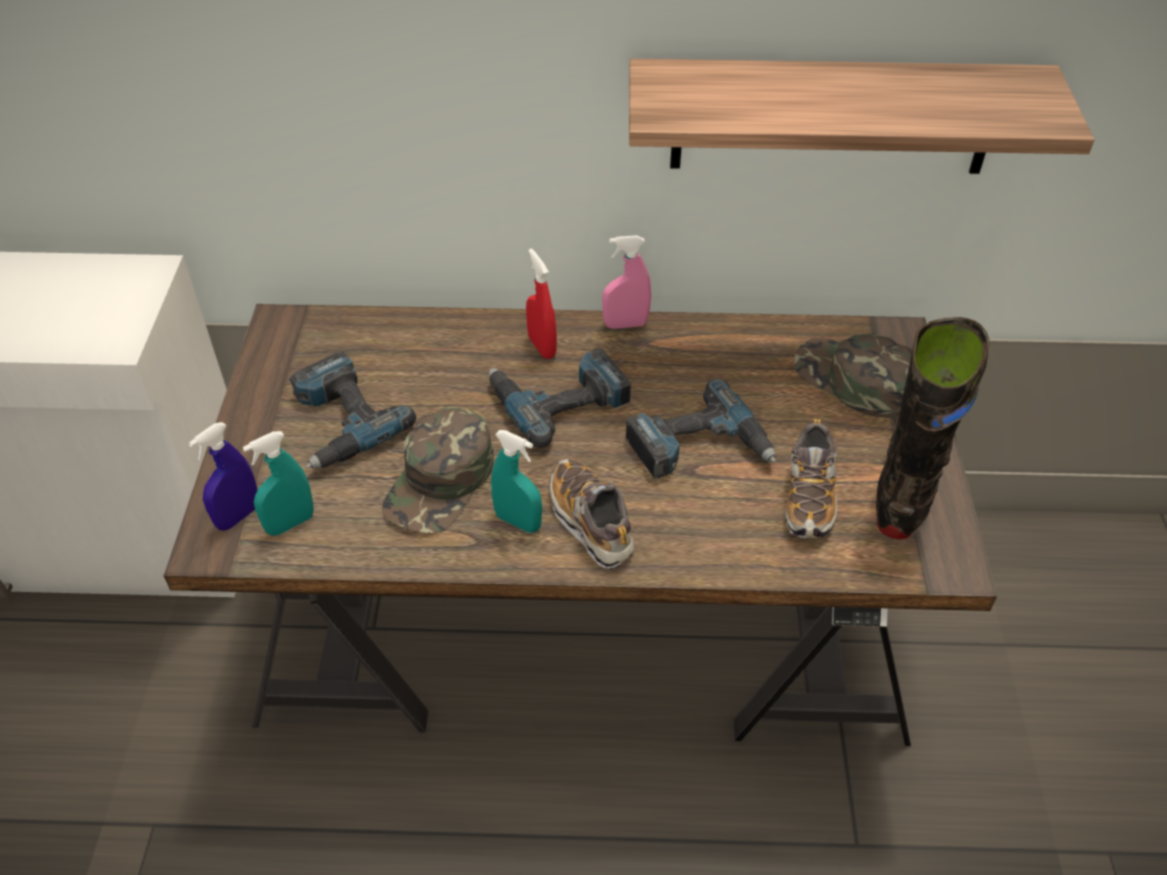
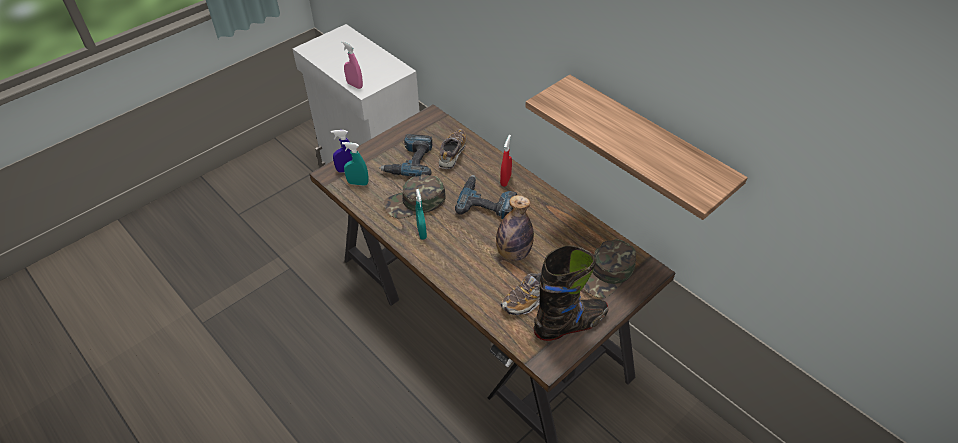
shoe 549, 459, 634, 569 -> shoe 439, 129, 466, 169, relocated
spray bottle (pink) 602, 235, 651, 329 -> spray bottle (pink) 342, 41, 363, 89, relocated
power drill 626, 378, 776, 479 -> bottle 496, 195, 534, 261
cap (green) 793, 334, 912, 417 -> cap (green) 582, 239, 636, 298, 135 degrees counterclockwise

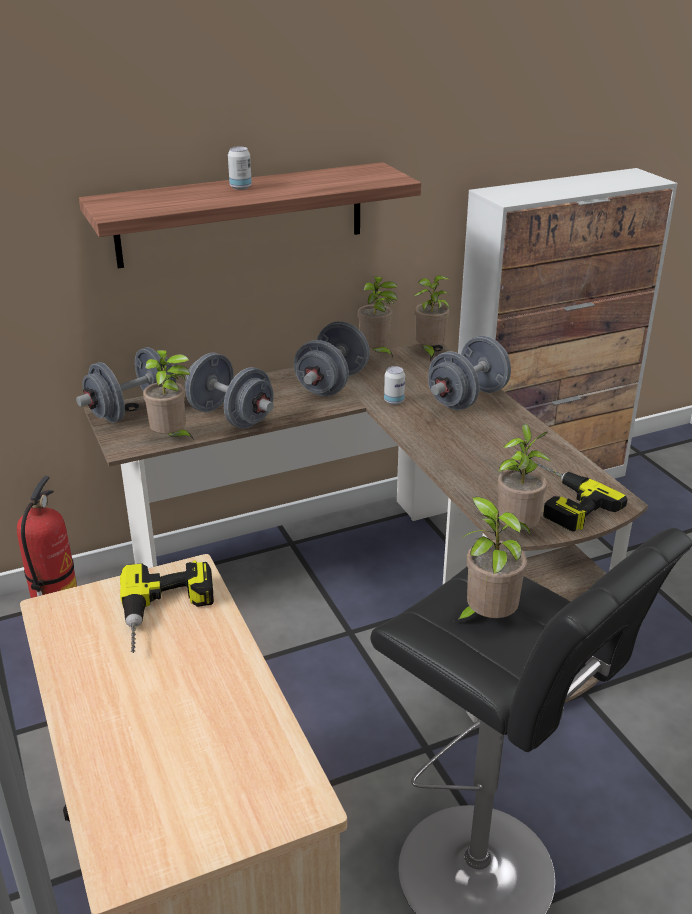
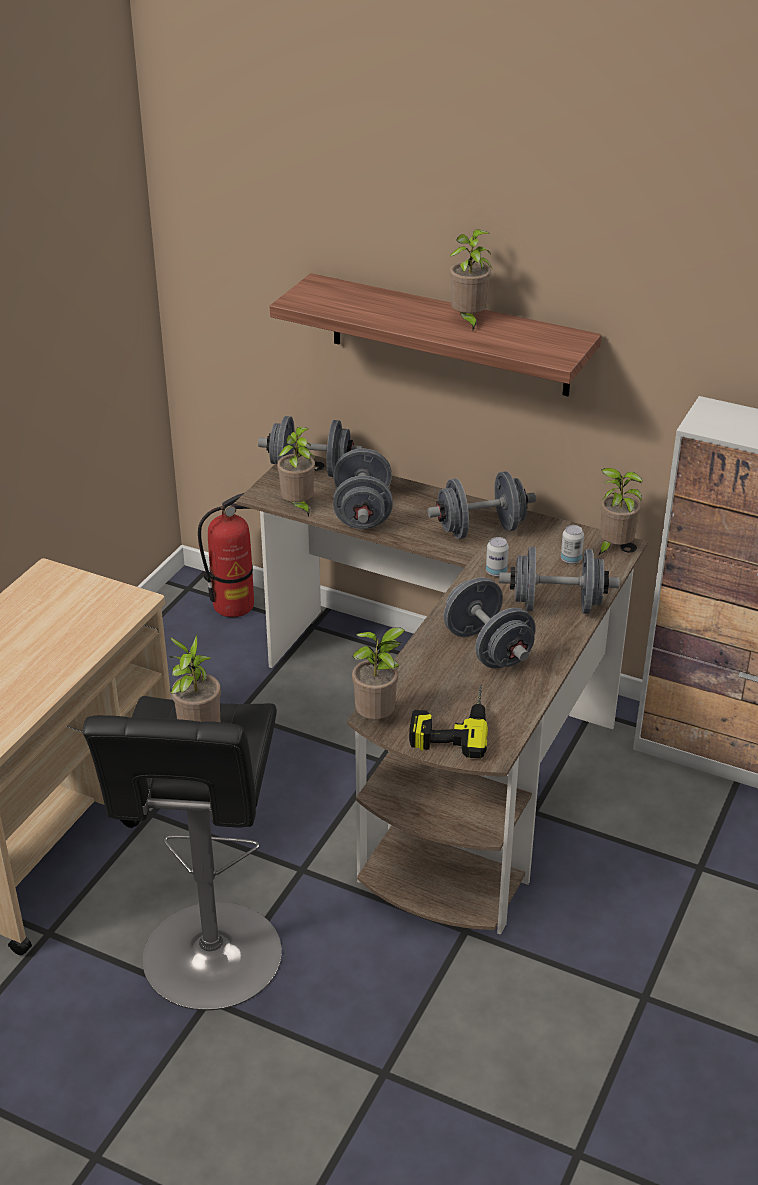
power drill 120, 560, 214, 653 -> none
none -> dumbbell (grey) 444, 577, 536, 669
can 228, 147, 252, 190 -> can 561, 525, 584, 564, relocated
potted plant 358, 276, 397, 359 -> potted plant 450, 229, 492, 330, relocated

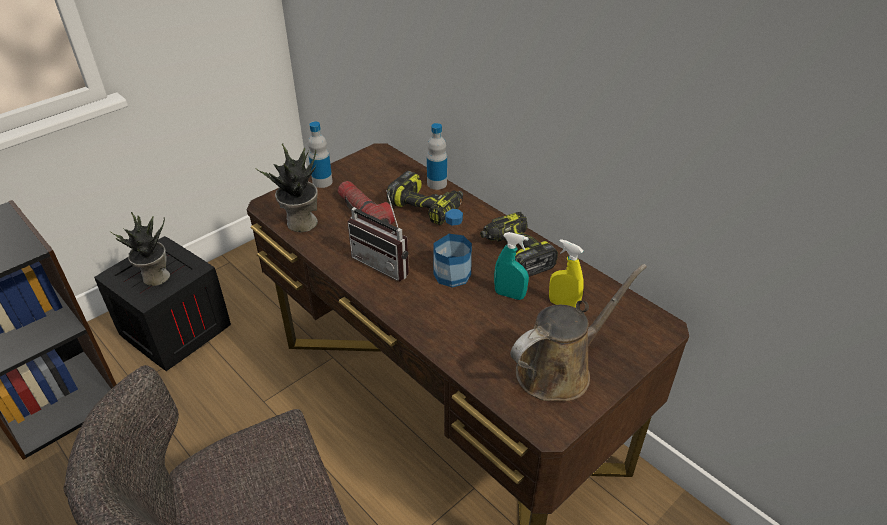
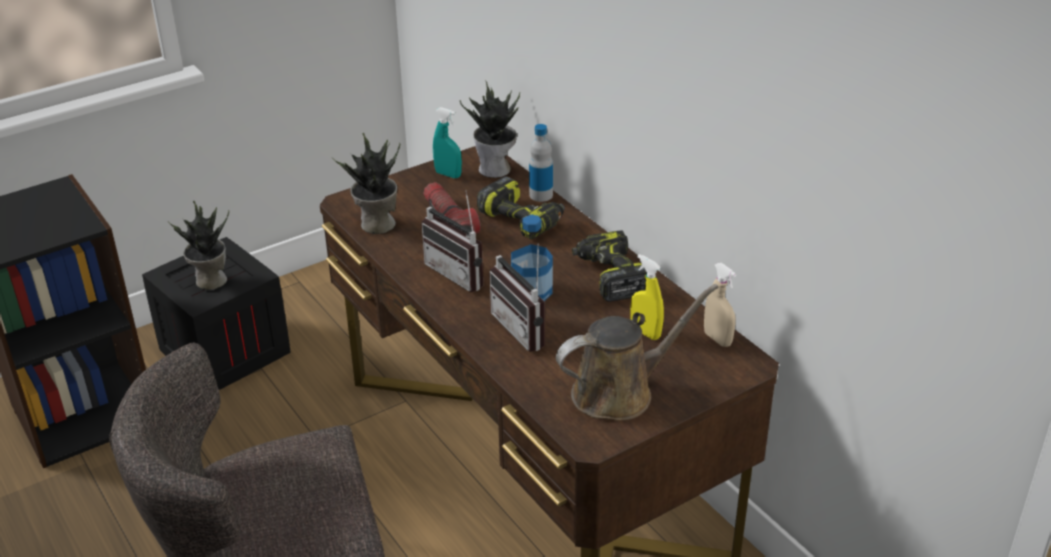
bottle 308, 121, 333, 188 -> none
none -> potted plant 460, 81, 520, 178
none -> radio 489, 244, 545, 352
none -> spray bottle (beige) 704, 263, 736, 347
spray bottle (turquoise) 494, 232, 529, 300 -> spray bottle (turquoise) 433, 107, 462, 178, relocated

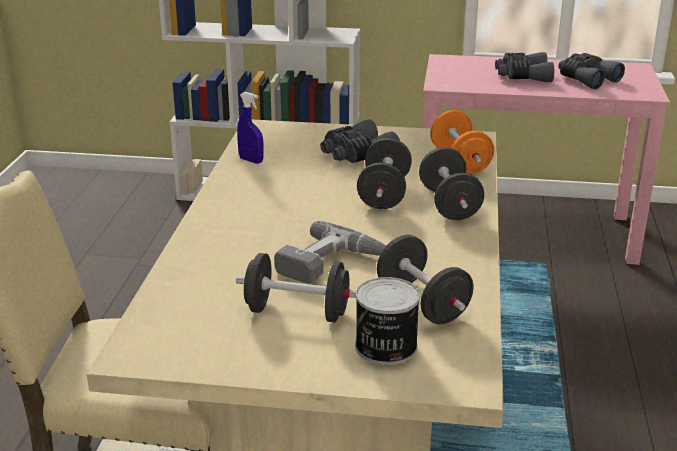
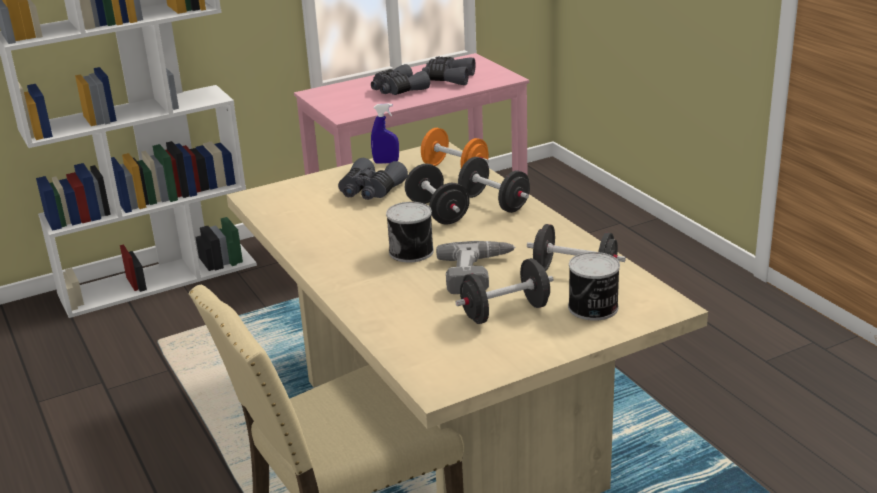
none -> can 386, 202, 434, 262
spray bottle (blue) 237, 92, 264, 164 -> spray bottle (blue) 371, 103, 399, 164, relocated

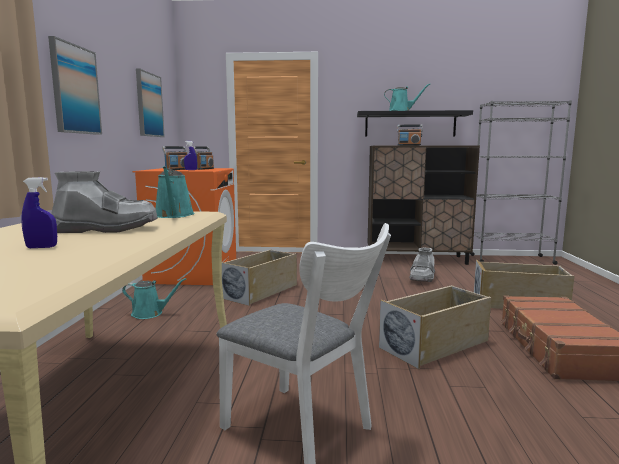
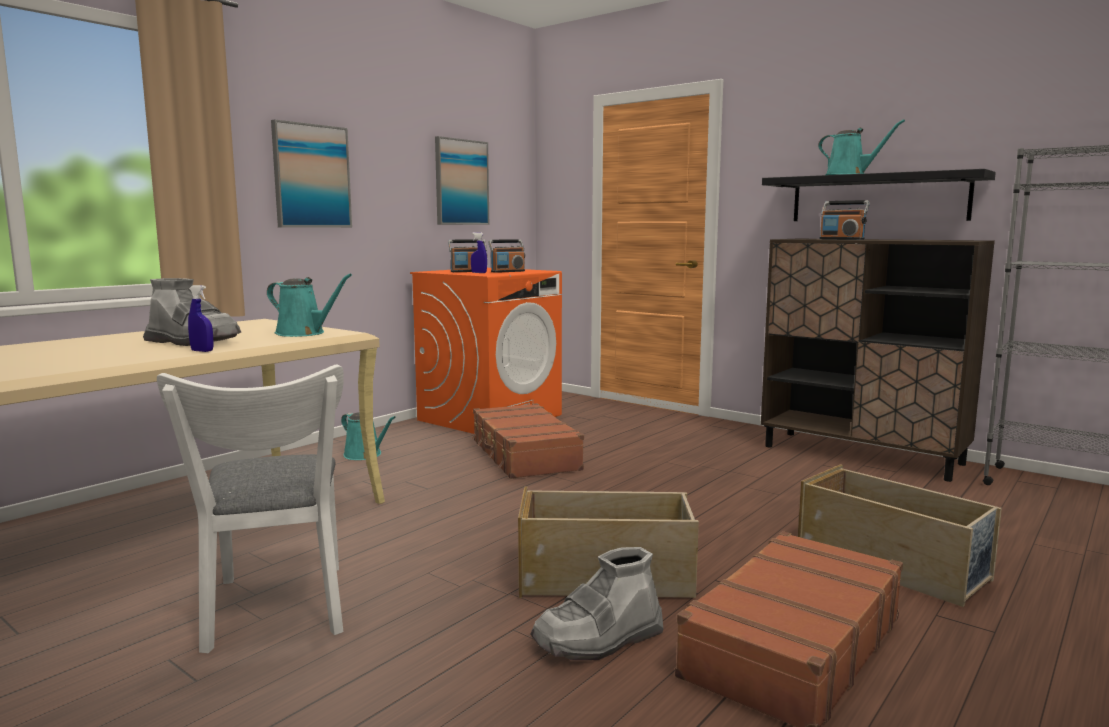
spray bottle (blue) 21, 177, 57, 248 -> spray bottle (blue) 188, 285, 214, 352, relocated
boot (grey) 409, 247, 435, 282 -> boot (grey) 530, 547, 663, 660, relocated
storage box (beige) 222, 250, 297, 306 -> suitcase (brown) 471, 403, 584, 479
watering can (turquoise) 156, 166, 195, 218 -> watering can (turquoise) 267, 274, 352, 337, 90 degrees counterclockwise

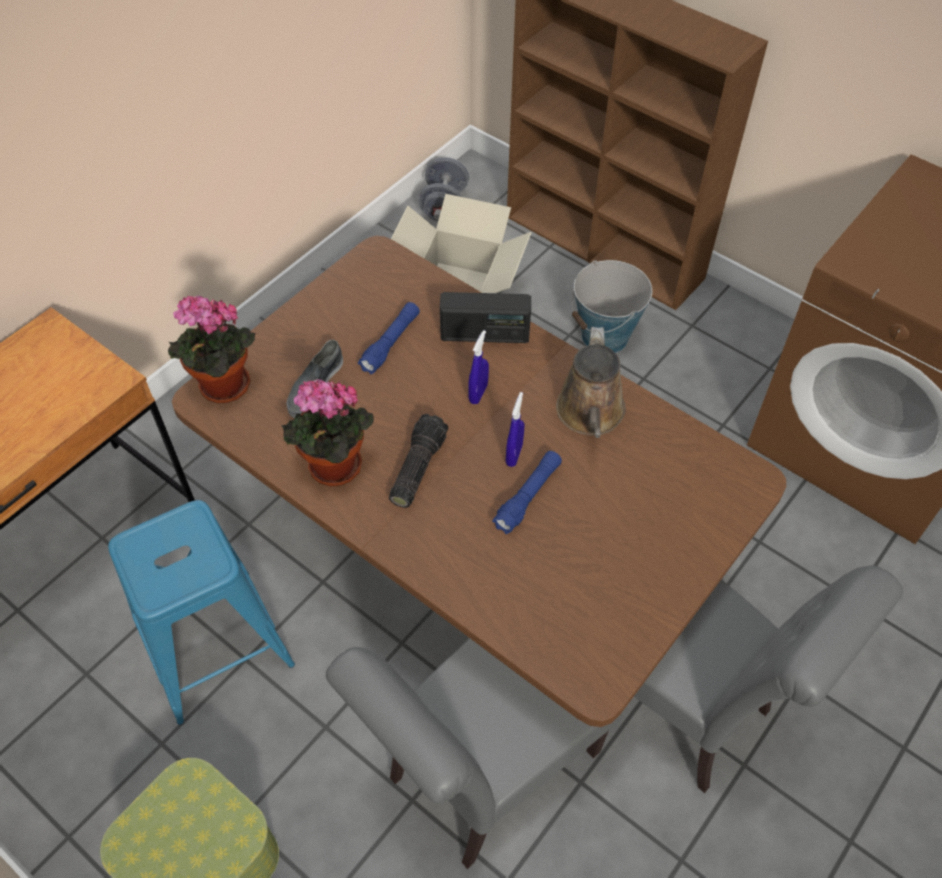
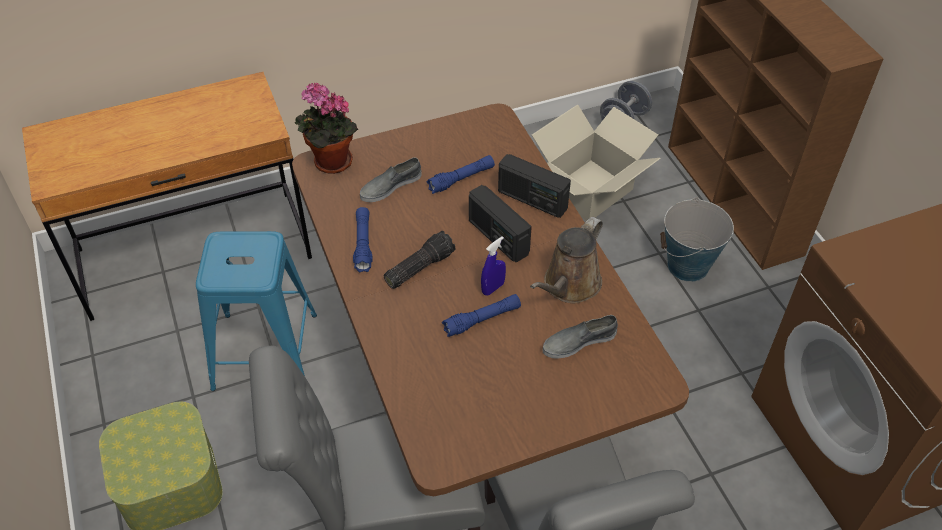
none -> shoe (grey) 542, 315, 618, 359
potted plant 281, 379, 374, 487 -> flashlight (blue) 353, 207, 372, 273
spray bottle (blue) 468, 330, 489, 404 -> radio 469, 185, 532, 263

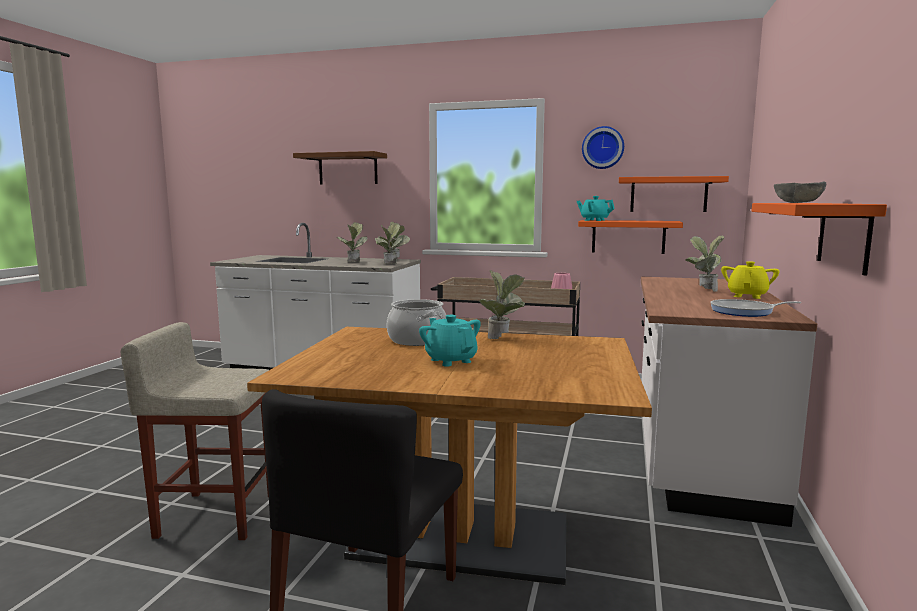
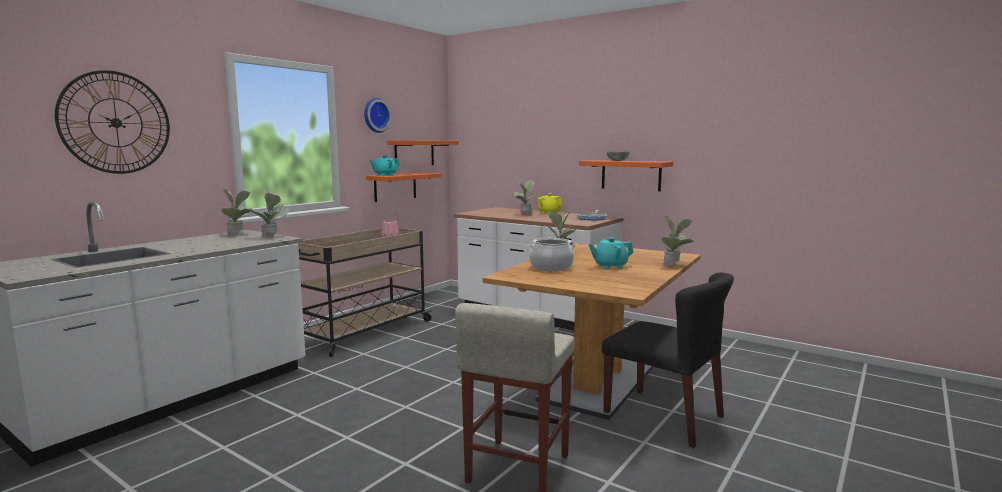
potted plant 337, 222, 368, 262 -> potted plant 661, 216, 694, 266, relocated
shelf (brown) 293, 151, 387, 184 -> wall clock 55, 70, 170, 174

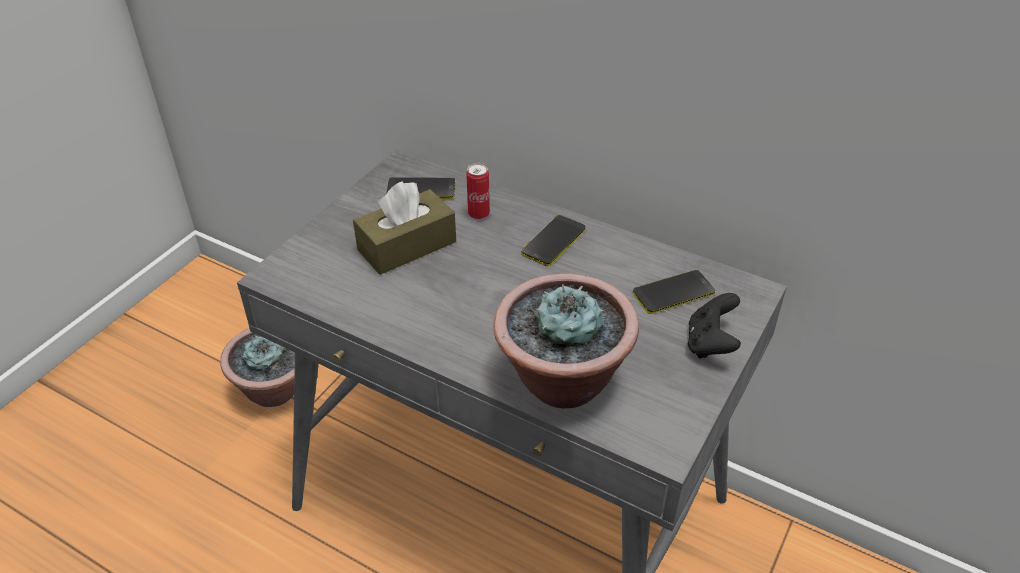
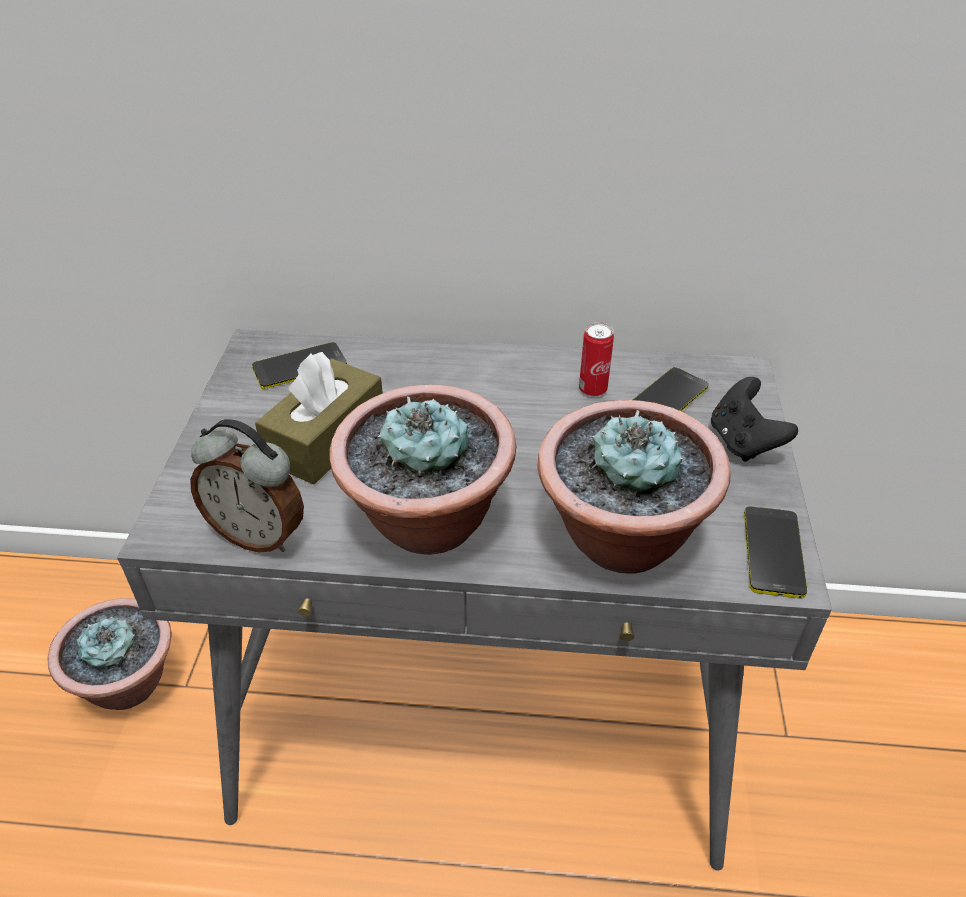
none -> alarm clock 190, 419, 304, 553
none -> potted plant 329, 384, 517, 555
can 466, 163, 490, 219 -> can 579, 322, 614, 397, relocated
phone 521, 215, 586, 266 -> phone 744, 506, 807, 598, relocated

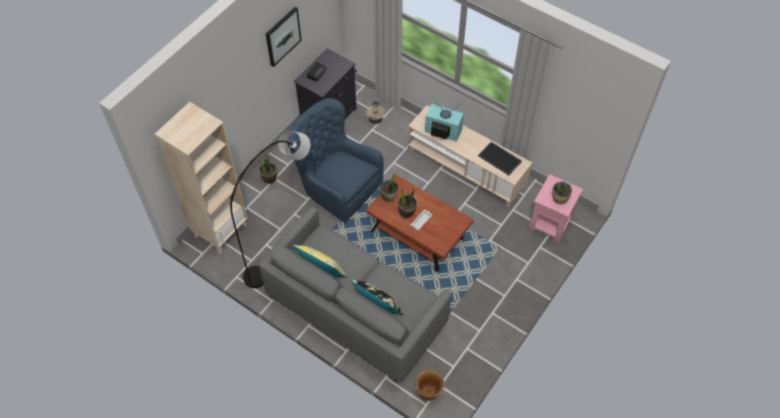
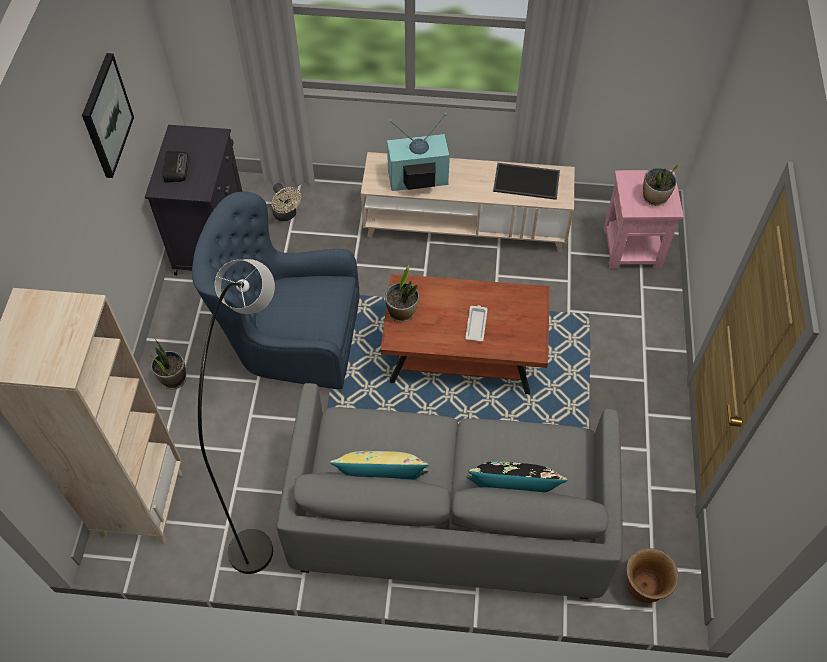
potted plant 398, 188, 417, 218 -> none

